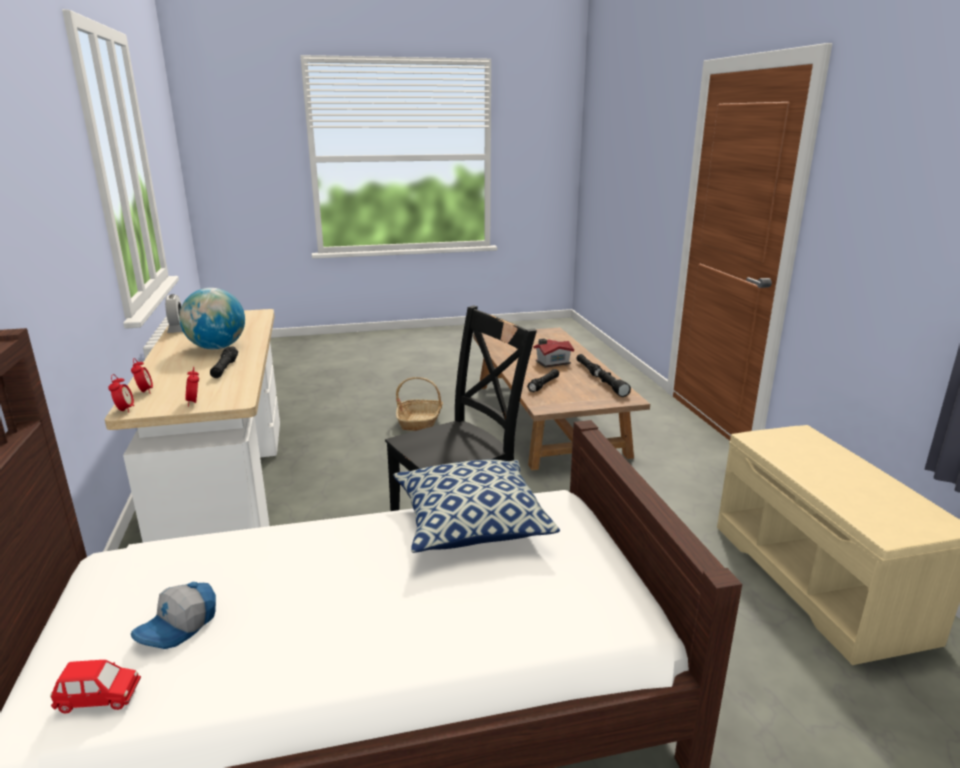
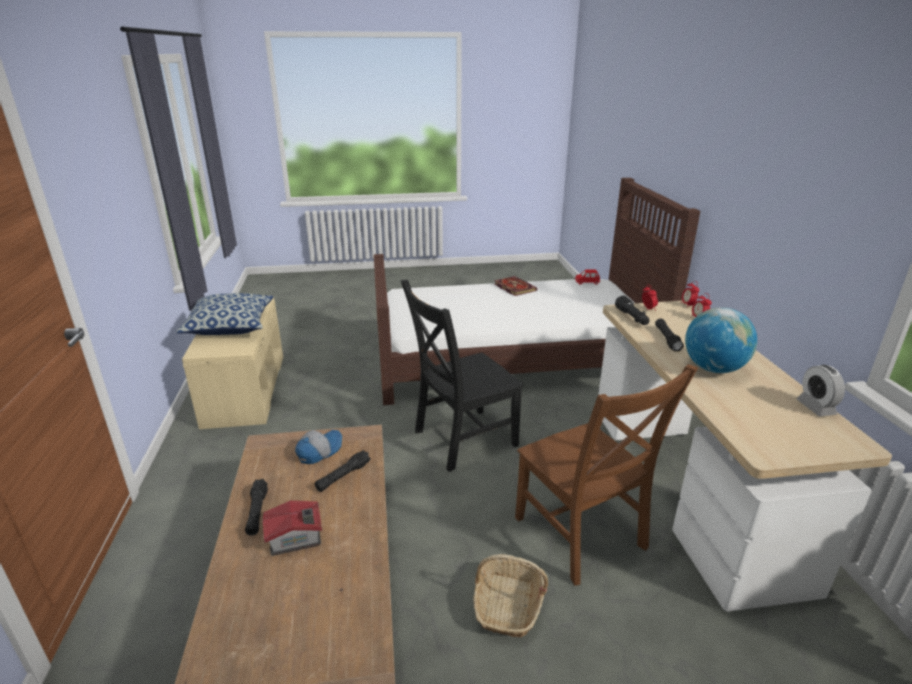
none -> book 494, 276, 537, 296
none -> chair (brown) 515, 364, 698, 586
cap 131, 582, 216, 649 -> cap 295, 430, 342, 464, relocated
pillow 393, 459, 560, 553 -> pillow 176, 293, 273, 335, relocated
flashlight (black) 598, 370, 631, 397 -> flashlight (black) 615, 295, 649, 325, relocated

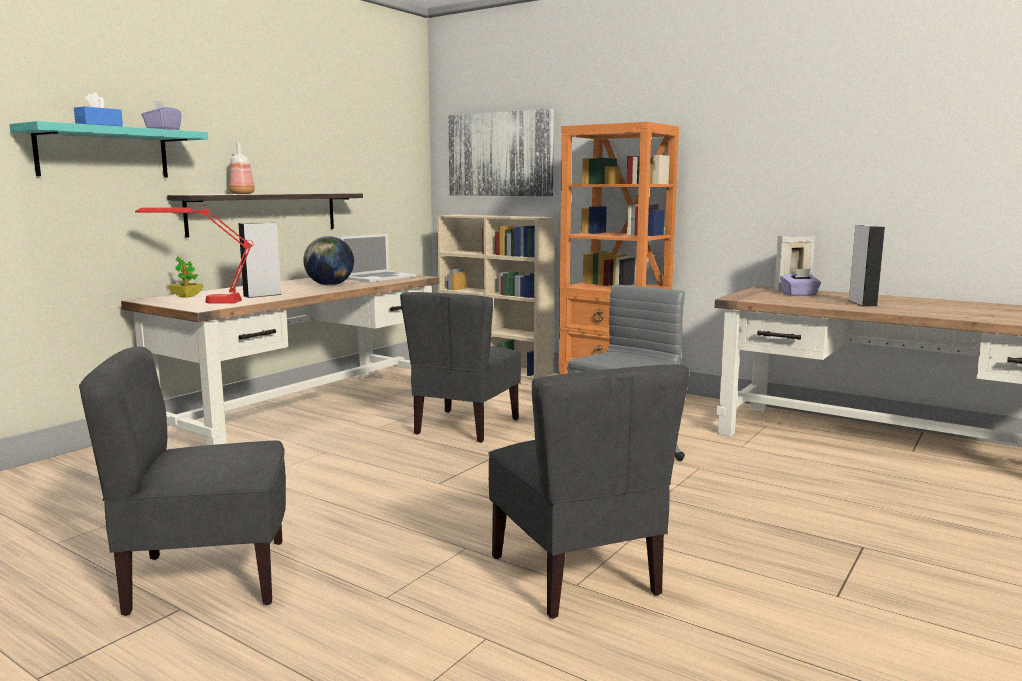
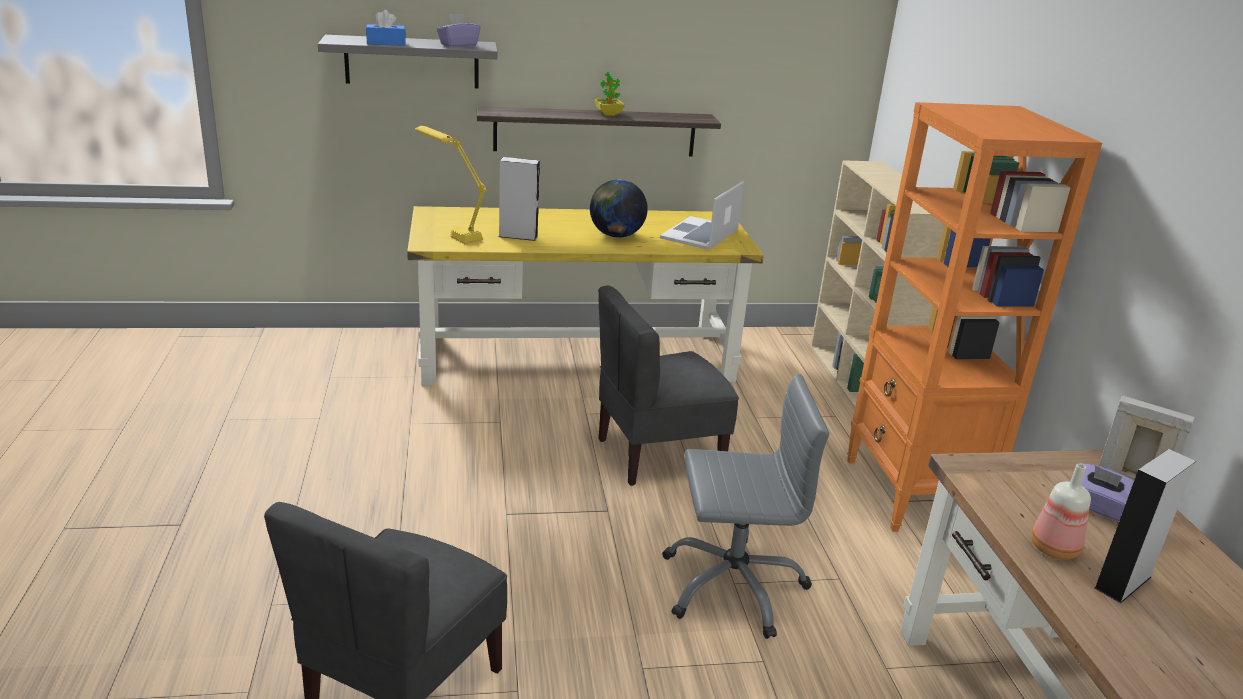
chair (grey) 79, 347, 286, 616 -> none
picture 448, 109, 554, 196 -> none
potted plant 168, 257, 203, 298 -> potted plant 595, 71, 625, 116, relocated
bottle 229, 143, 255, 194 -> bottle 1031, 464, 1091, 560, relocated
shelf (turquoise) 9, 121, 208, 178 -> shelf (grey) 318, 35, 498, 88
desk (brown) 121, 275, 439, 445 -> desk (yellow) 407, 206, 764, 385
table lamp (red) 135, 205, 253, 304 -> table lamp (yellow) 415, 126, 486, 244
laptop 340, 234, 416, 282 -> laptop 660, 181, 744, 250, 120 degrees clockwise

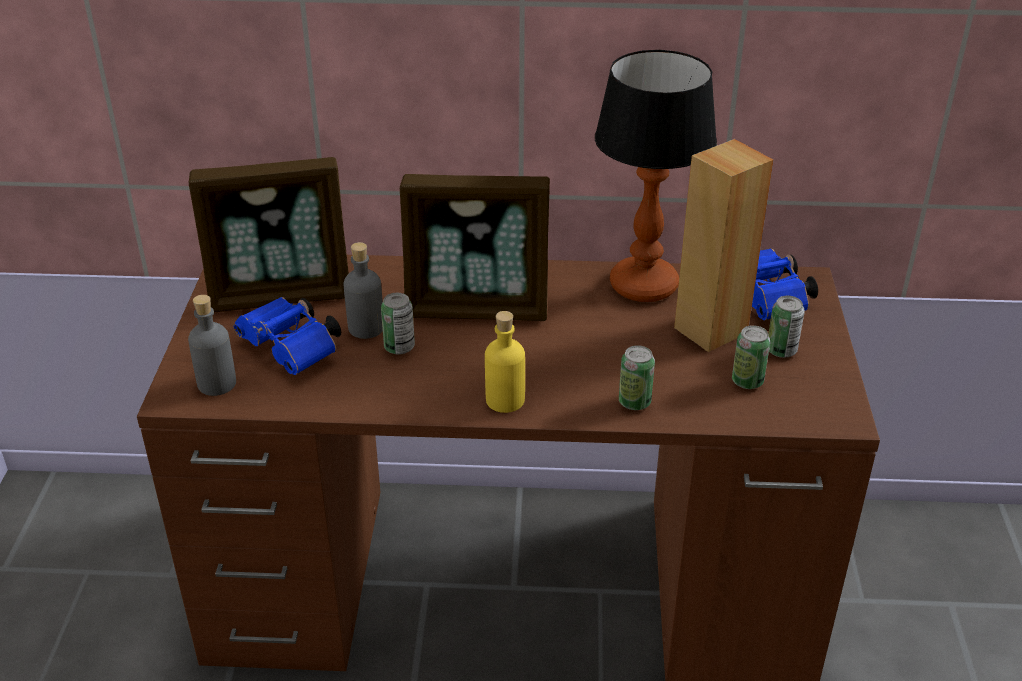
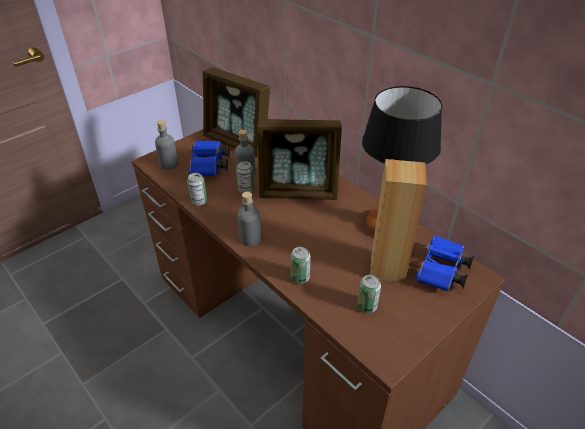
can 768, 296, 805, 358 -> can 187, 173, 207, 206, relocated
bottle (yellow) 485, 311, 525, 413 -> bottle (grey) 237, 192, 261, 246
picture frame 400, 174, 550, 321 -> picture frame 257, 119, 342, 200, 45 degrees counterclockwise

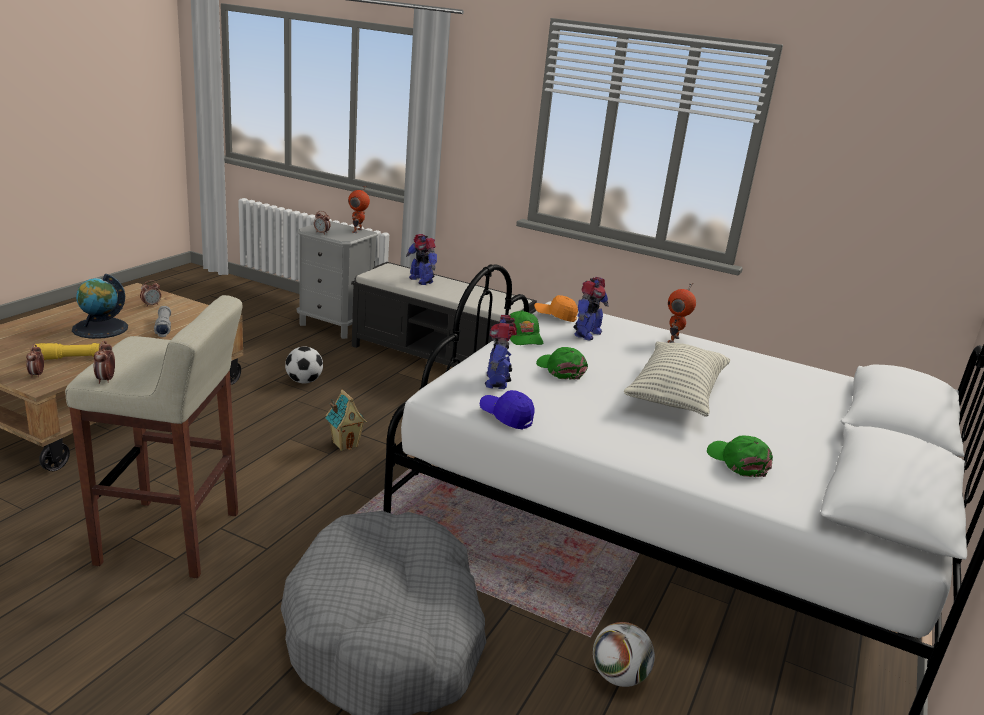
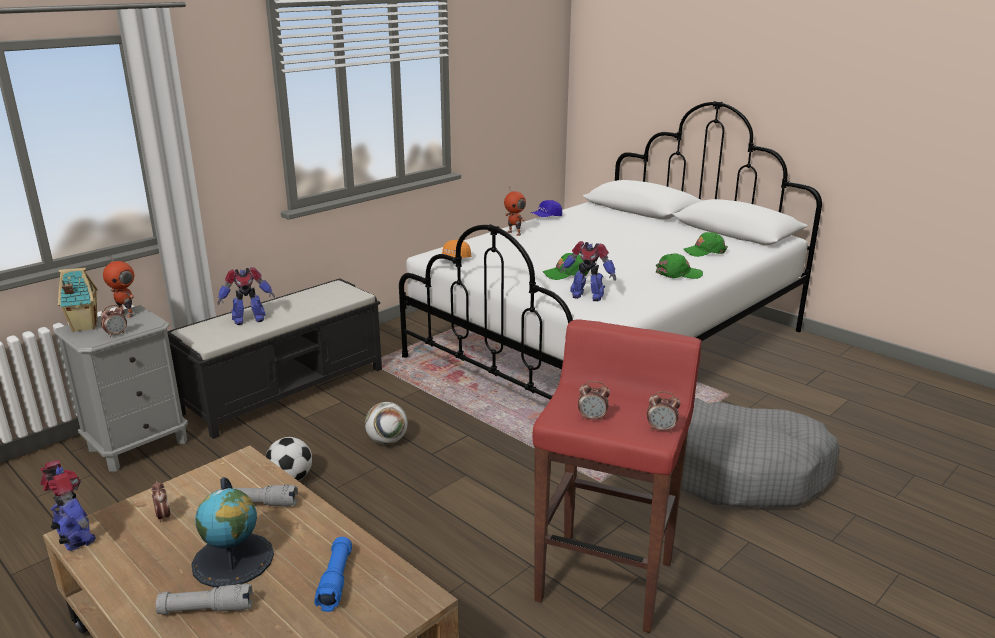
pillow 624, 341, 730, 417 -> none
none -> flashlight (grey) 156, 584, 253, 615
alarm clock 26, 344, 44, 378 -> alarm clock 578, 381, 610, 421, relocated
toy house 326, 389, 367, 451 -> toy house 58, 267, 98, 332, relocated
cap (blue) 480, 390, 535, 430 -> cap (blue) 531, 200, 562, 217, relocated
cap (green) 510, 310, 543, 345 -> cap (green) 656, 253, 703, 279, relocated
toy robot 574, 277, 608, 341 -> toy robot 40, 460, 96, 551, relocated
football 593, 622, 655, 687 -> football 365, 402, 408, 445, relocated
flashlight (yellow) 34, 343, 100, 360 -> flashlight (blue) 314, 537, 352, 612
stool (beige) 65, 295, 242, 578 -> stool (red) 532, 319, 702, 633

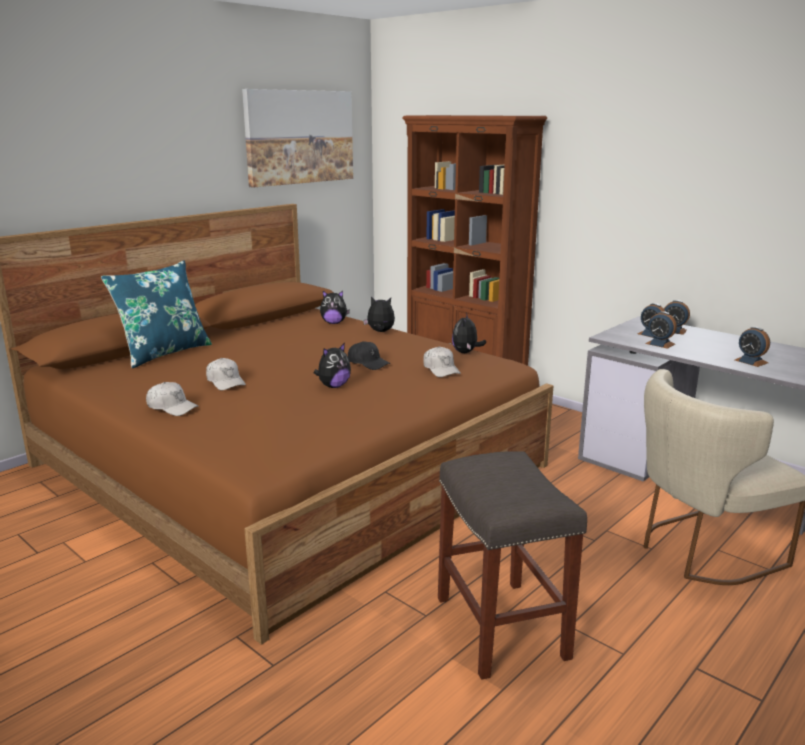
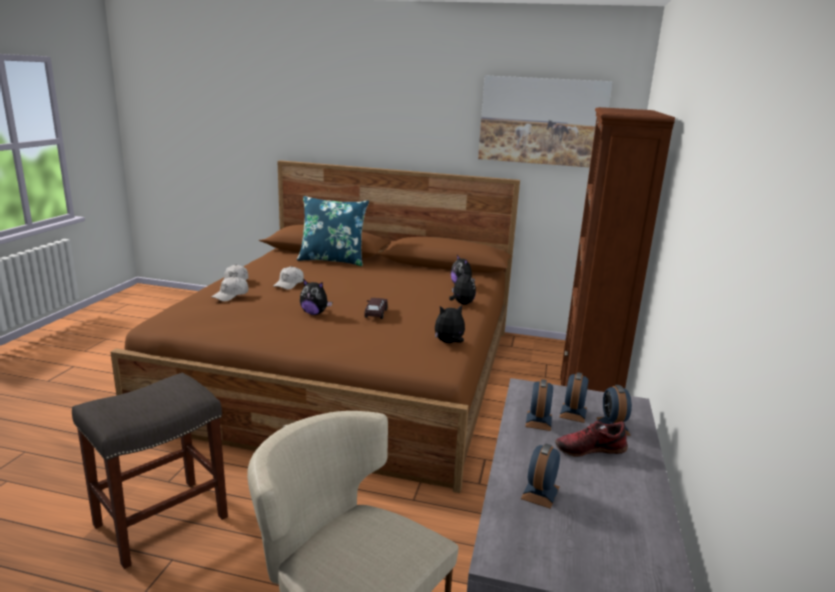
none -> shoe 555, 421, 628, 457
cap (white) 423, 346, 461, 377 -> cap (white) 211, 276, 248, 302, relocated
cap (black) 348, 341, 390, 370 -> toy car (brown) 364, 298, 388, 319

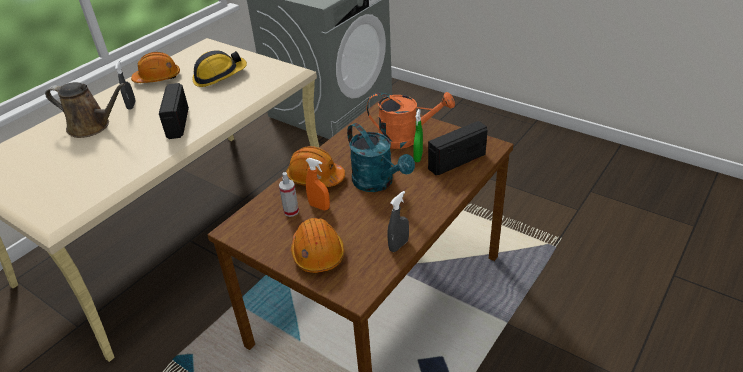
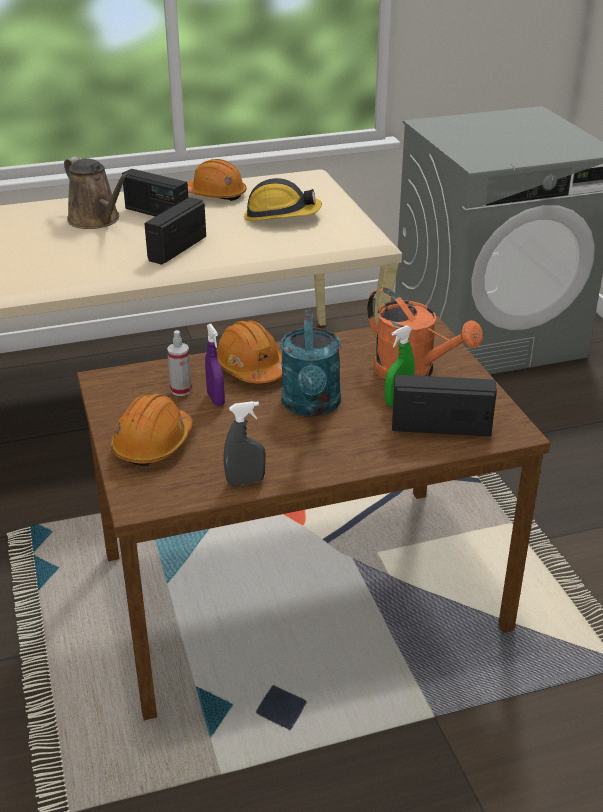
spray bottle (grey) 115, 60, 136, 110 -> radio 122, 169, 188, 217
spray bottle (orange) 306, 158, 330, 210 -> spray bottle (purple) 205, 324, 225, 406

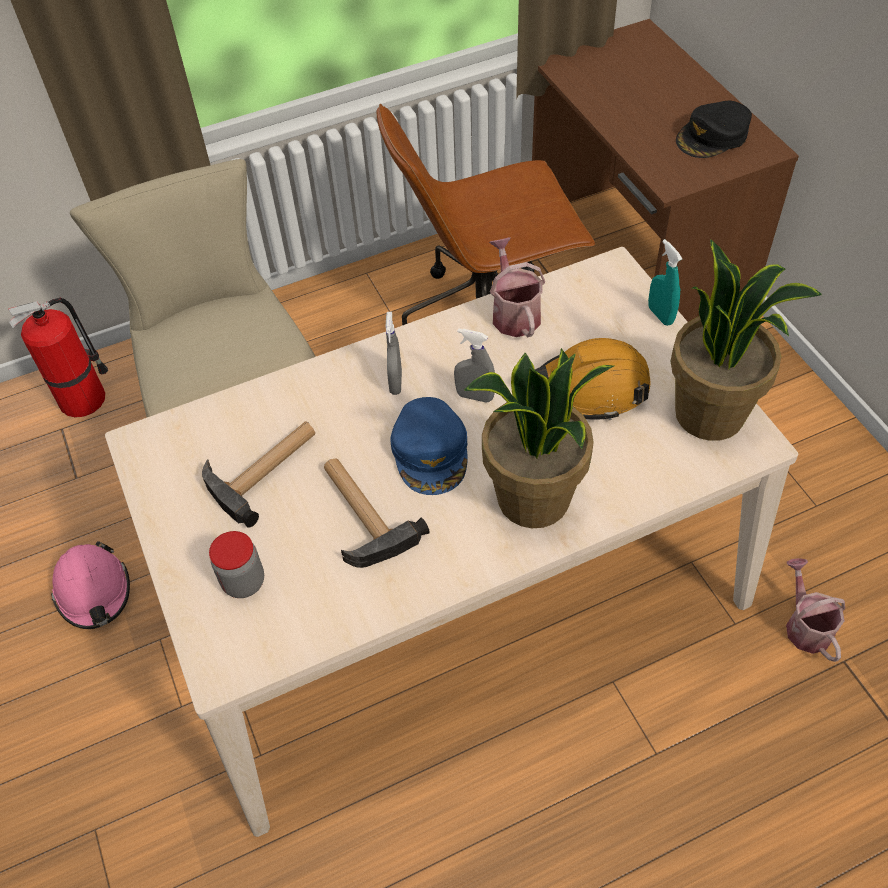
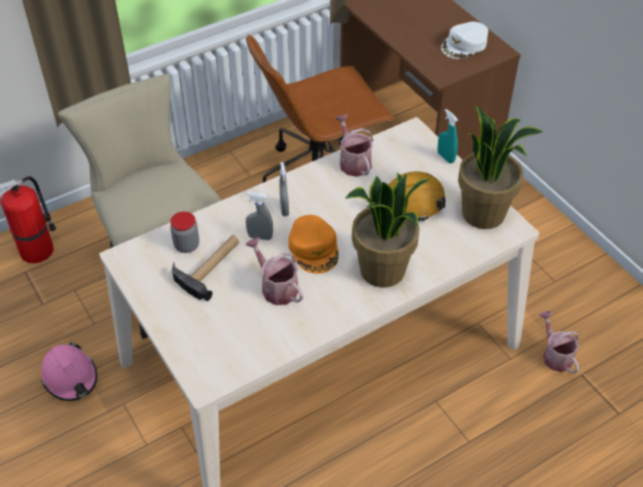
jar 209, 531, 264, 598 -> jar 170, 212, 199, 253, relocated
spray bottle (grey) 454, 328, 495, 403 -> spray bottle (grey) 246, 192, 273, 240, relocated
hammer 324, 459, 430, 568 -> watering can 245, 237, 303, 305
cap (blue) 391, 397, 468, 495 -> cap (orange) 288, 215, 339, 274
cap (black) 676, 101, 752, 158 -> cap (white) 441, 22, 488, 59

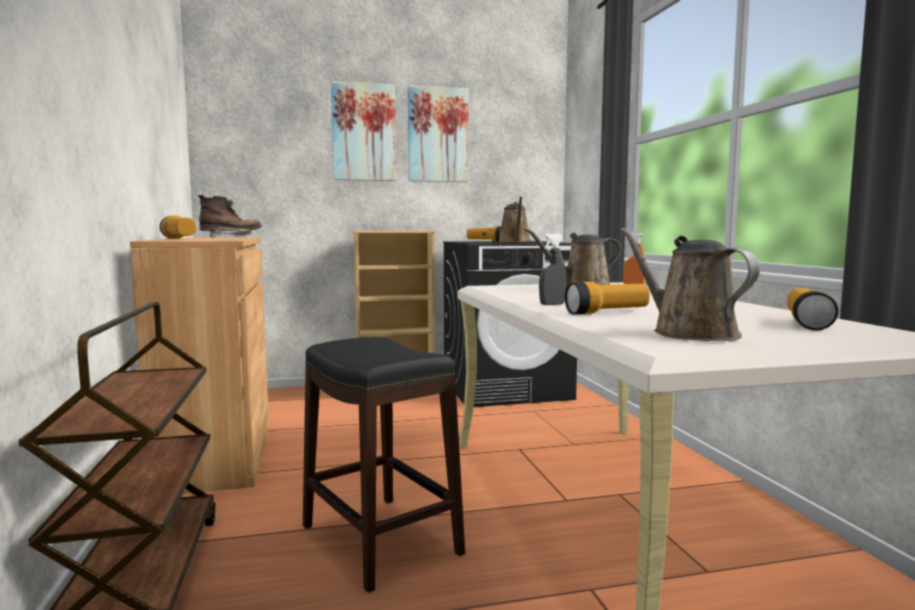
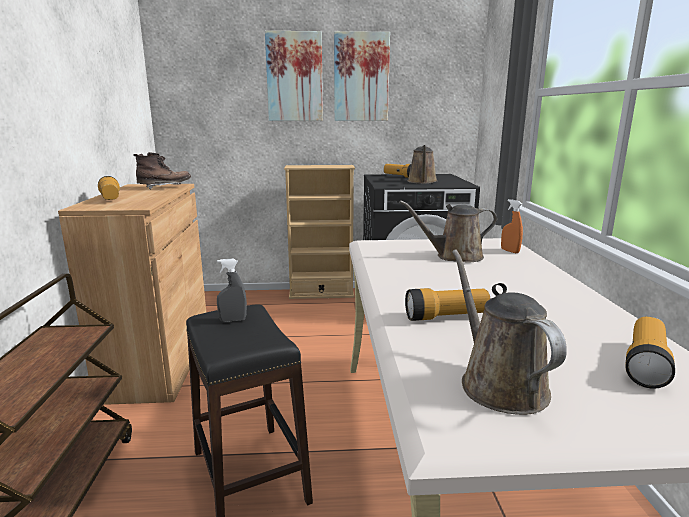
spray bottle (grey) 539, 234, 567, 305 -> spray bottle (grey) 217, 259, 247, 322, relocated

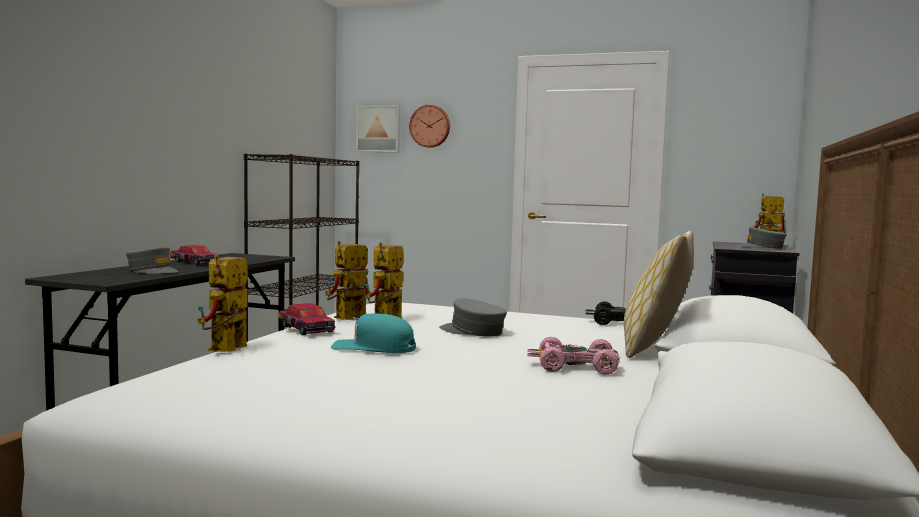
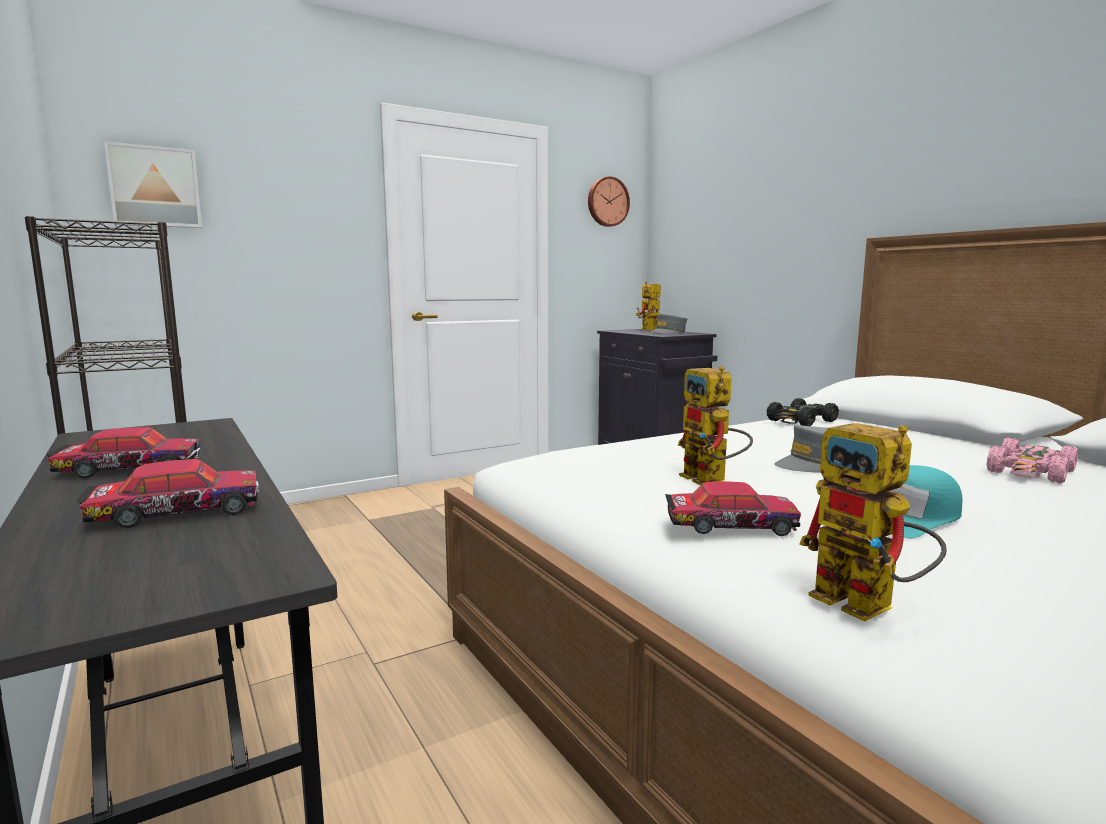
toy robot 325, 241, 368, 320 -> none
pillow 624, 230, 694, 358 -> none
wall clock 409, 105, 450, 148 -> wall clock 588, 176, 630, 227, relocated
cap (grey) 126, 247, 179, 274 -> toy car 77, 459, 259, 528

